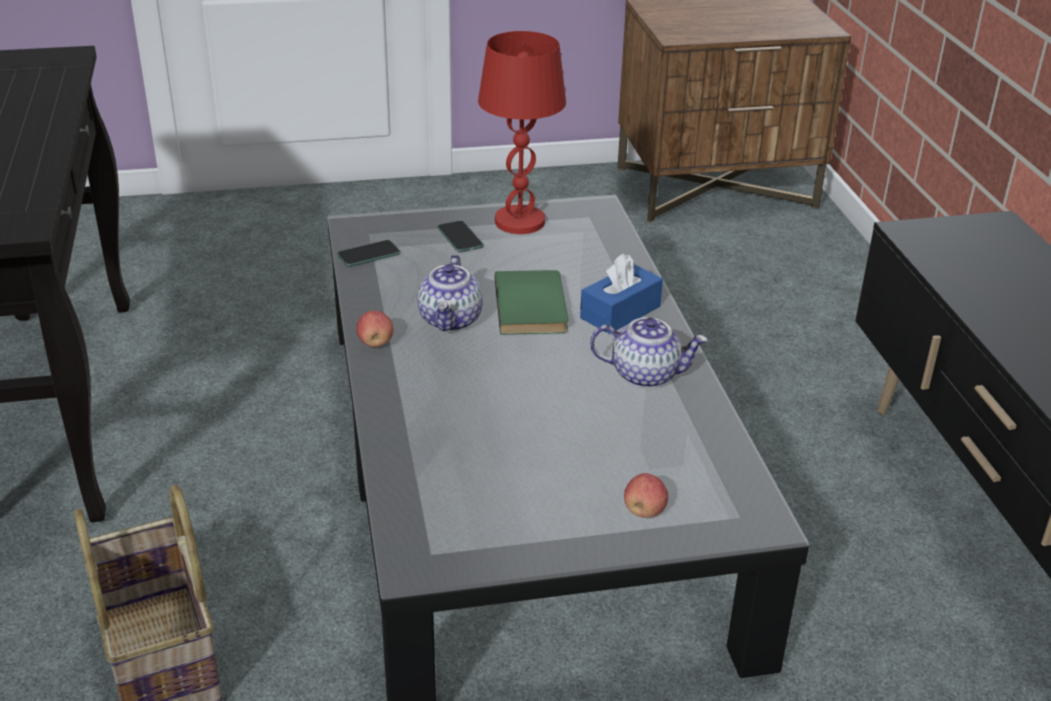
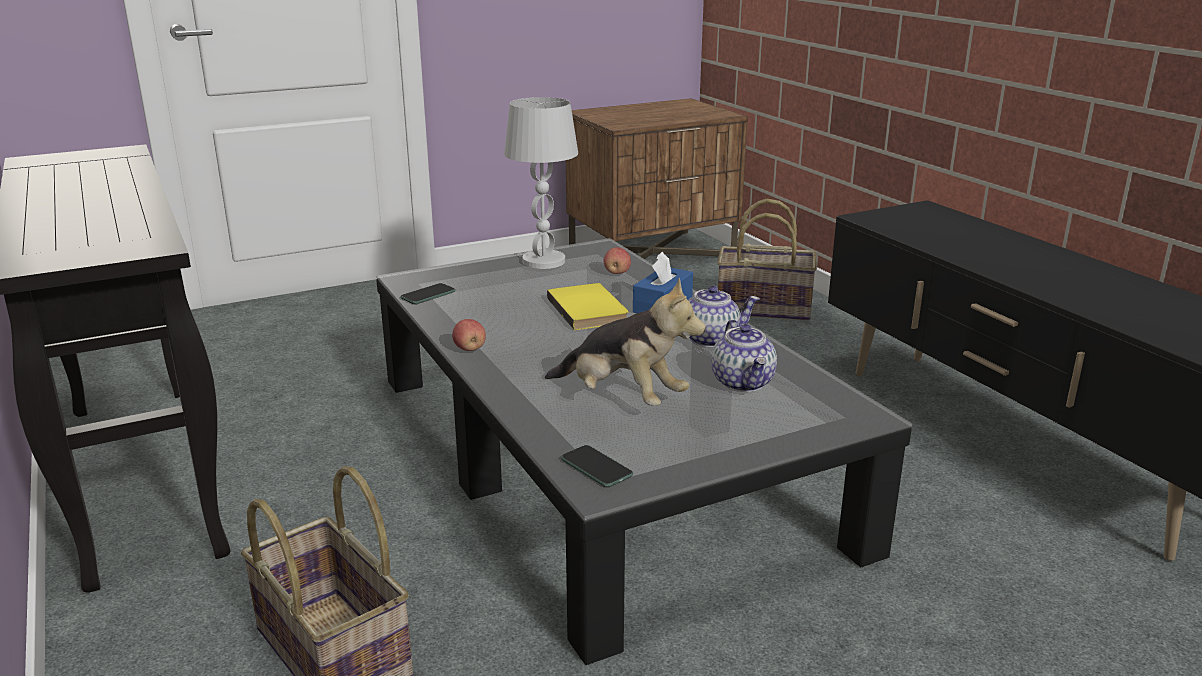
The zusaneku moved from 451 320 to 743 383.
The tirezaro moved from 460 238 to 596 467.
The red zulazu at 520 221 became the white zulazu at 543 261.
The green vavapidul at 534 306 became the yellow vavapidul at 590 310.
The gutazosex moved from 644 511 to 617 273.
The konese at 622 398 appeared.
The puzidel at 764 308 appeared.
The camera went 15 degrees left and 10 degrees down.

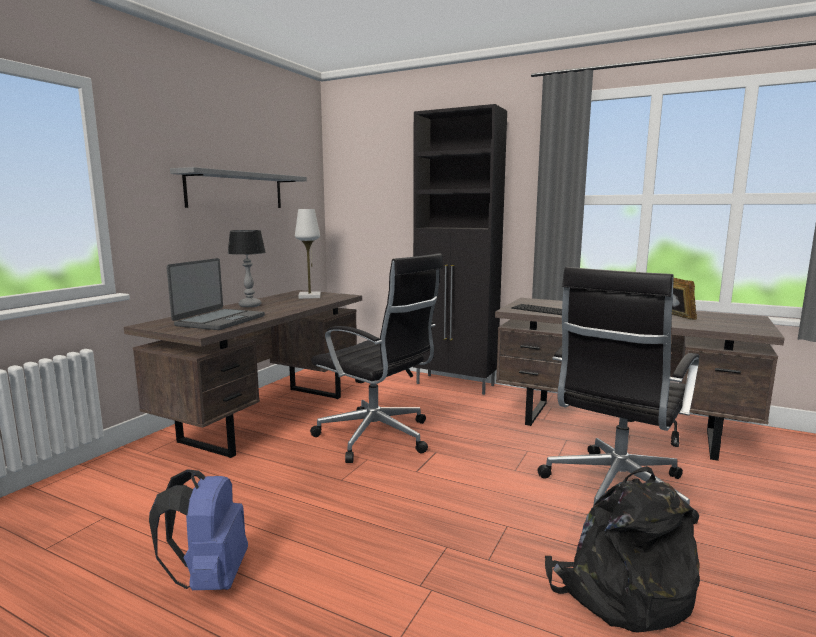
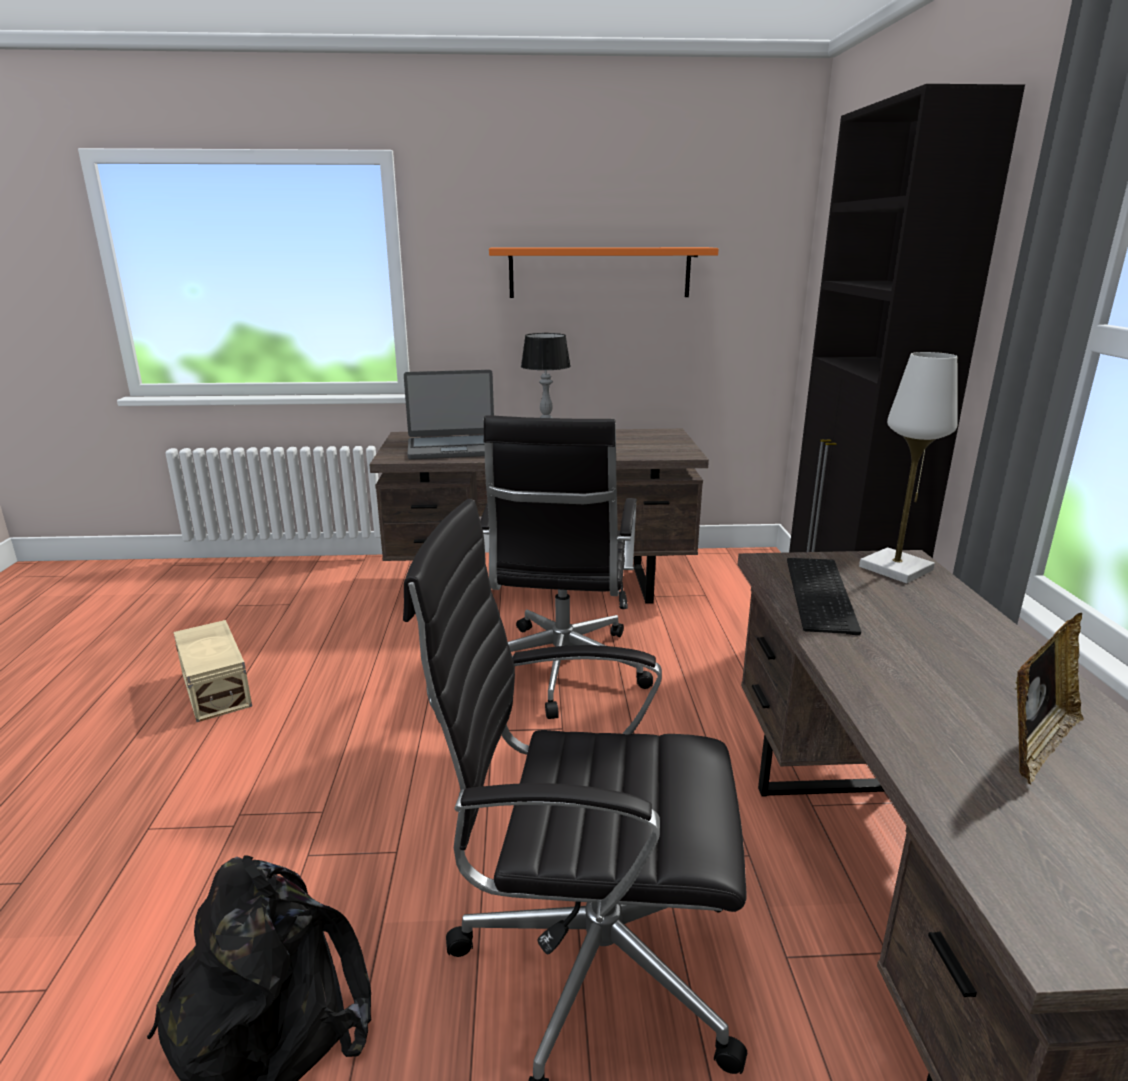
The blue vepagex at 209 578 was replaced by the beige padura at 217 688.
The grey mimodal at 236 190 became the orange mimodal at 600 272.
The white zulazu moved from 310 296 to 896 568.
The camera went 60 degrees right and 10 degrees up.

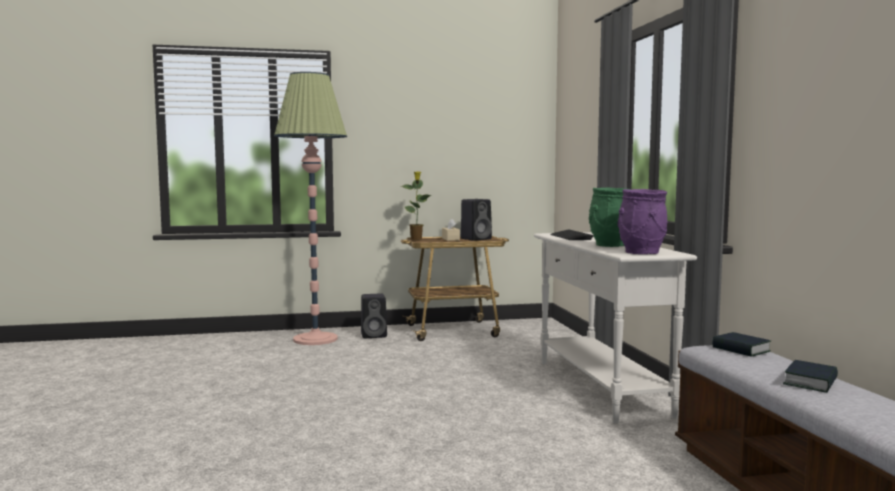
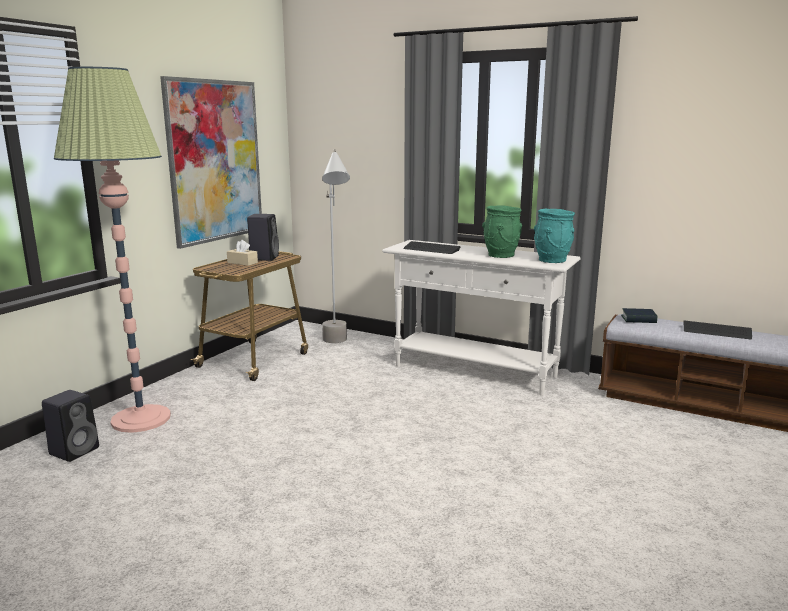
The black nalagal moved from 375 335 to 75 450.
The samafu at 416 239 disappeared.
The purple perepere at 641 252 became the turquoise perepere at 551 260.
The vavapidul at 810 382 was replaced by the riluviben at 716 331.
The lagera at 215 161 appeared.
The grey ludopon at 337 346 appeared.
The camera went 50 degrees left and 10 degrees up.

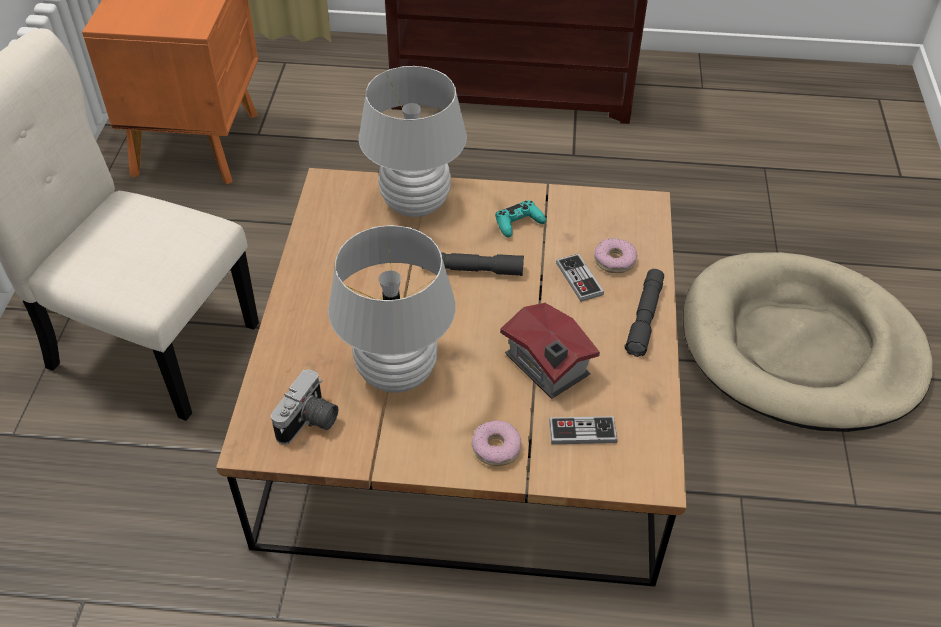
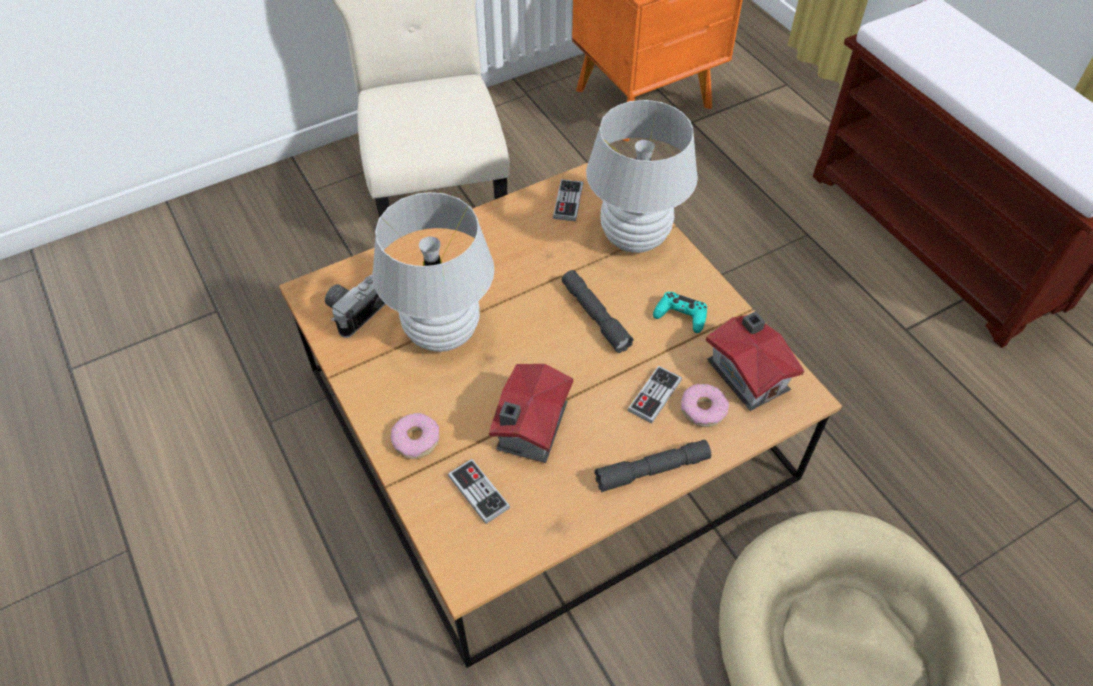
The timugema at 309 423 turned 135 degrees clockwise.
The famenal at 568 201 appeared.
The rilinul at 748 373 appeared.
The camera went 55 degrees right and 5 degrees up.

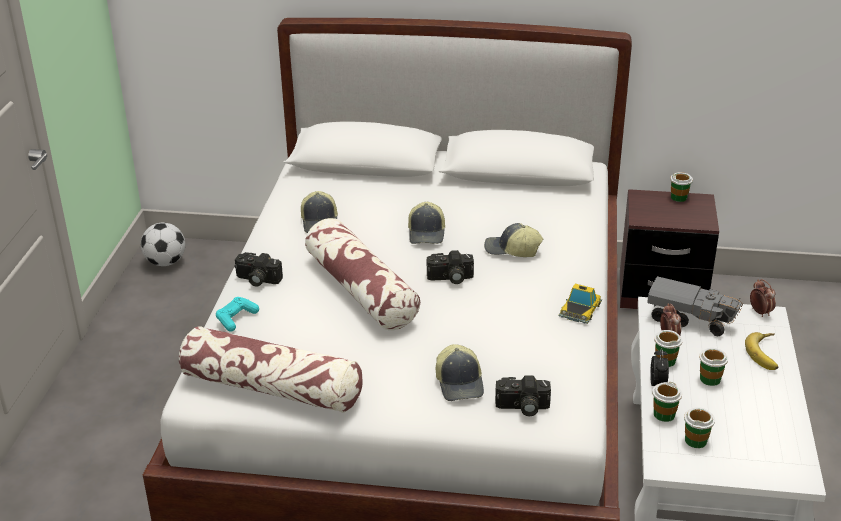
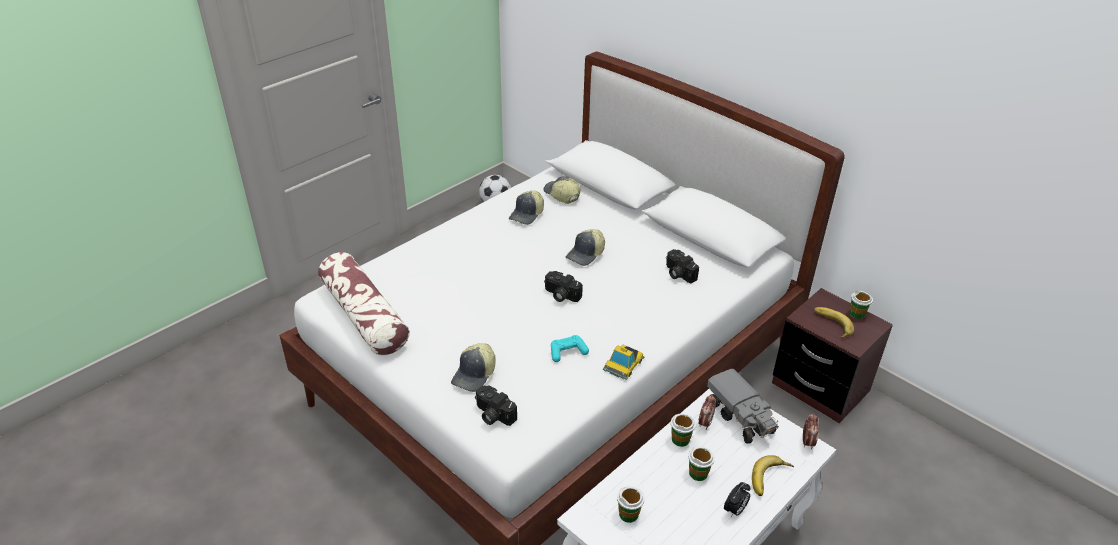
The turquoise famenal moved from 236 318 to 567 352.
The timugema moved from 257 280 to 678 274.
The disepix at 360 290 disappeared.
The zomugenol moved from 512 250 to 561 195.
The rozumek at 580 309 turned 150 degrees clockwise.
The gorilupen moved from 657 384 to 735 510.
The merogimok at 664 414 disappeared.
The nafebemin at 831 325 appeared.
The camera went 35 degrees right and 5 degrees up.

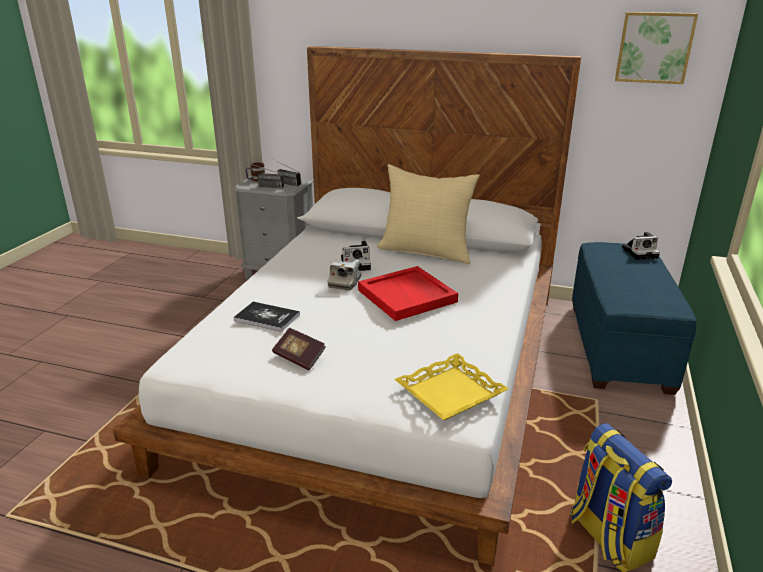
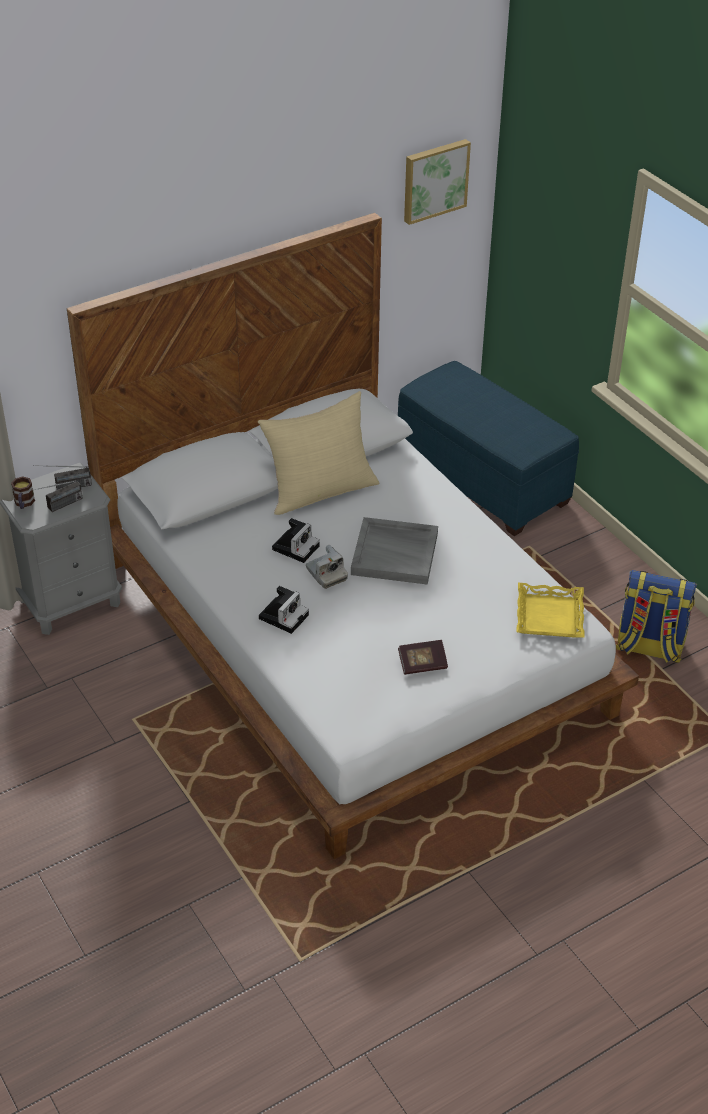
The vavapidul at 267 317 disappeared.
The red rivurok at 408 296 became the grey rivurok at 395 553.
The timugema moved from 640 252 to 284 615.
The camera went 50 degrees left and 15 degrees up.

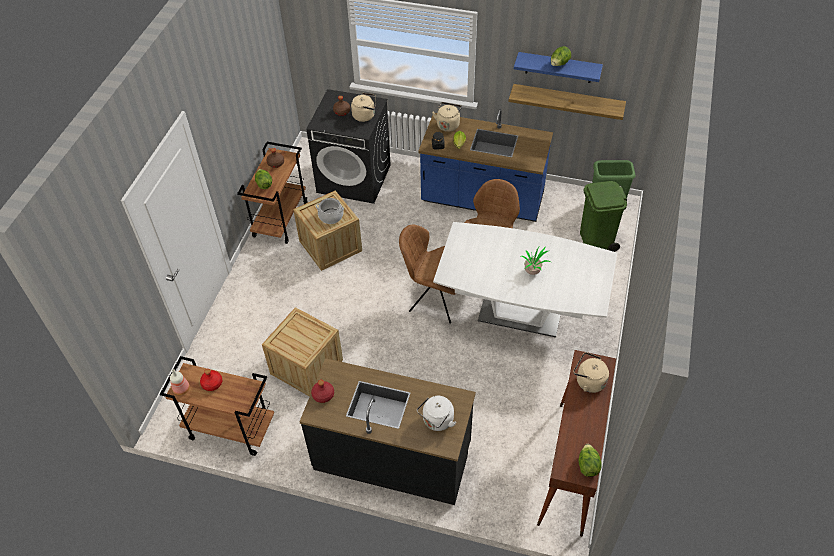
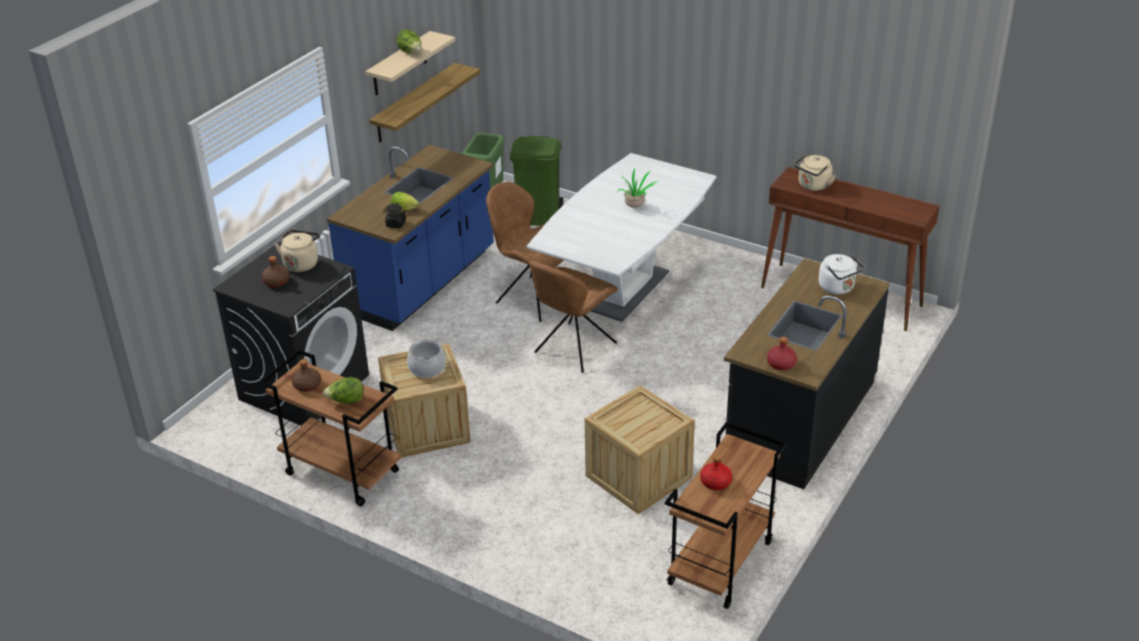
The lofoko at 181 388 disappeared.
The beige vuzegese at 448 124 disappeared.
The blue mimodal at 558 67 became the beige mimodal at 399 64.
The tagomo at 587 465 disappeared.
The camera went 75 degrees left and 15 degrees down.

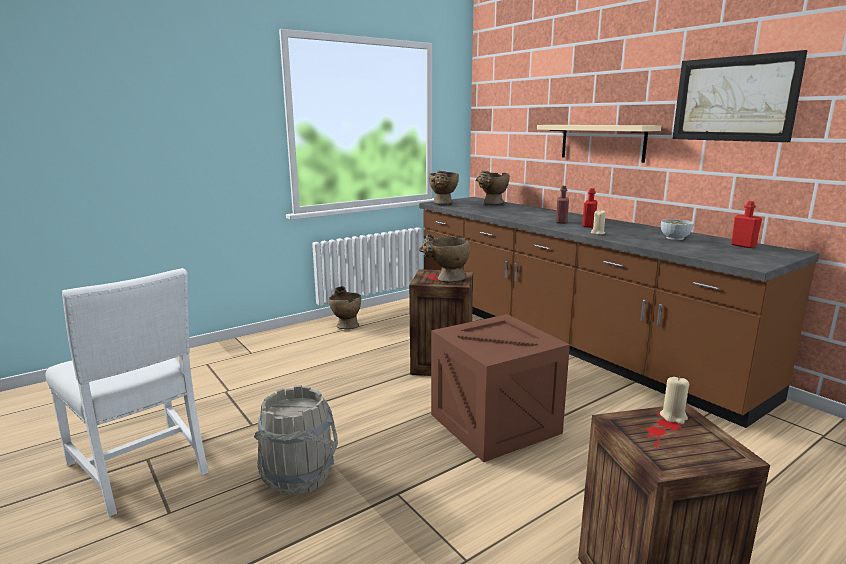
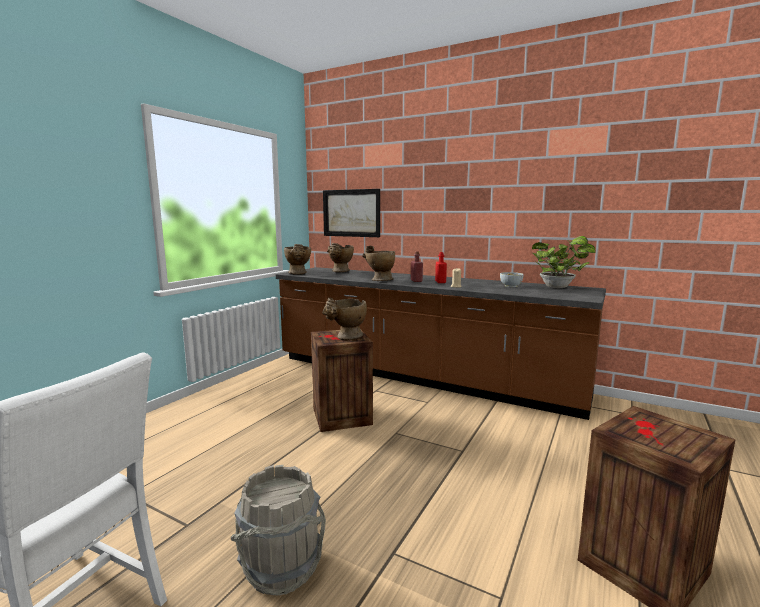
The beige perepere moved from 345 325 to 378 280.
The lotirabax at 494 423 disappeared.
The beige mimodal at 602 142 disappeared.
The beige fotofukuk at 673 417 disappeared.
The lagera moved from 734 99 to 351 213.
The red lofoko at 743 246 was replaced by the samafu at 559 287.
The camera went 25 degrees left and 5 degrees down.

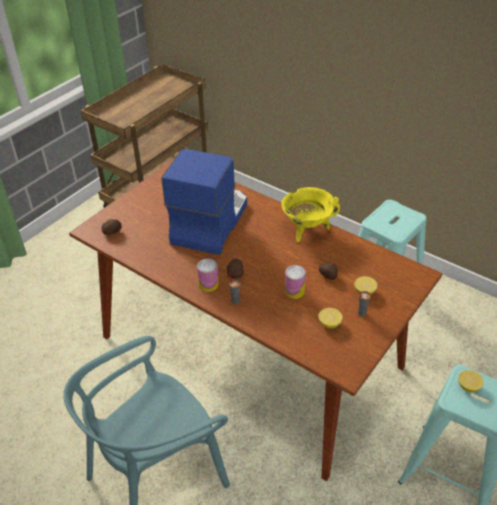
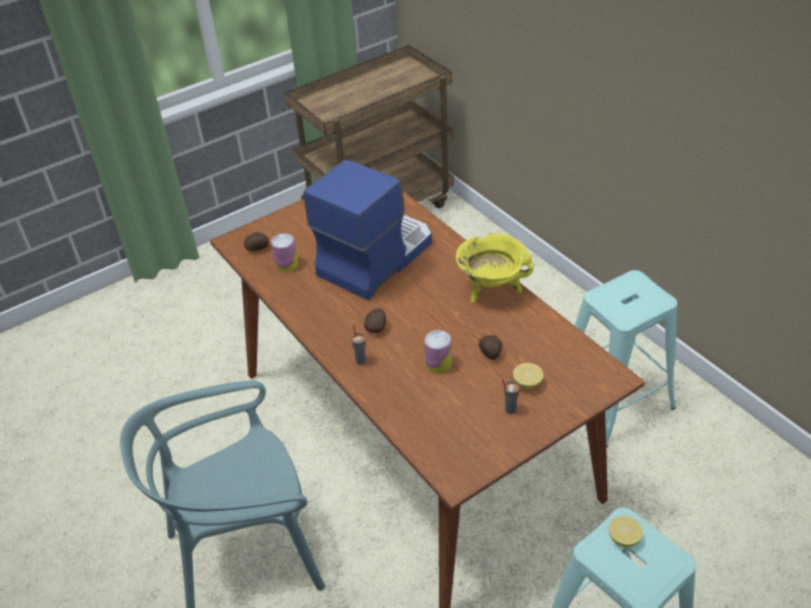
The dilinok moved from 208 284 to 286 264.
The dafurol at 329 324 disappeared.
The camera went 20 degrees right and 0 degrees up.

